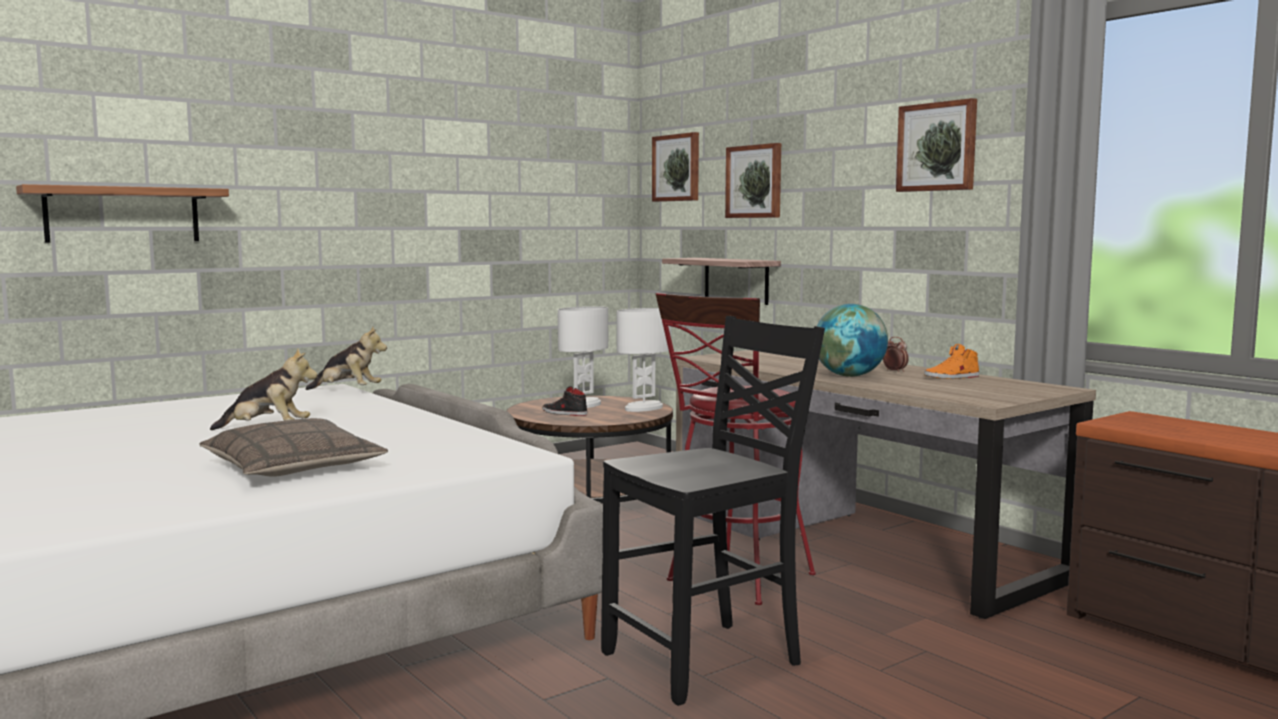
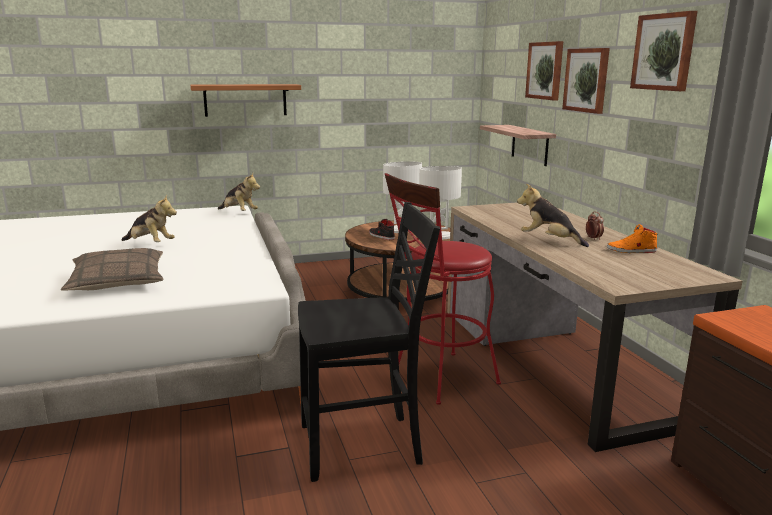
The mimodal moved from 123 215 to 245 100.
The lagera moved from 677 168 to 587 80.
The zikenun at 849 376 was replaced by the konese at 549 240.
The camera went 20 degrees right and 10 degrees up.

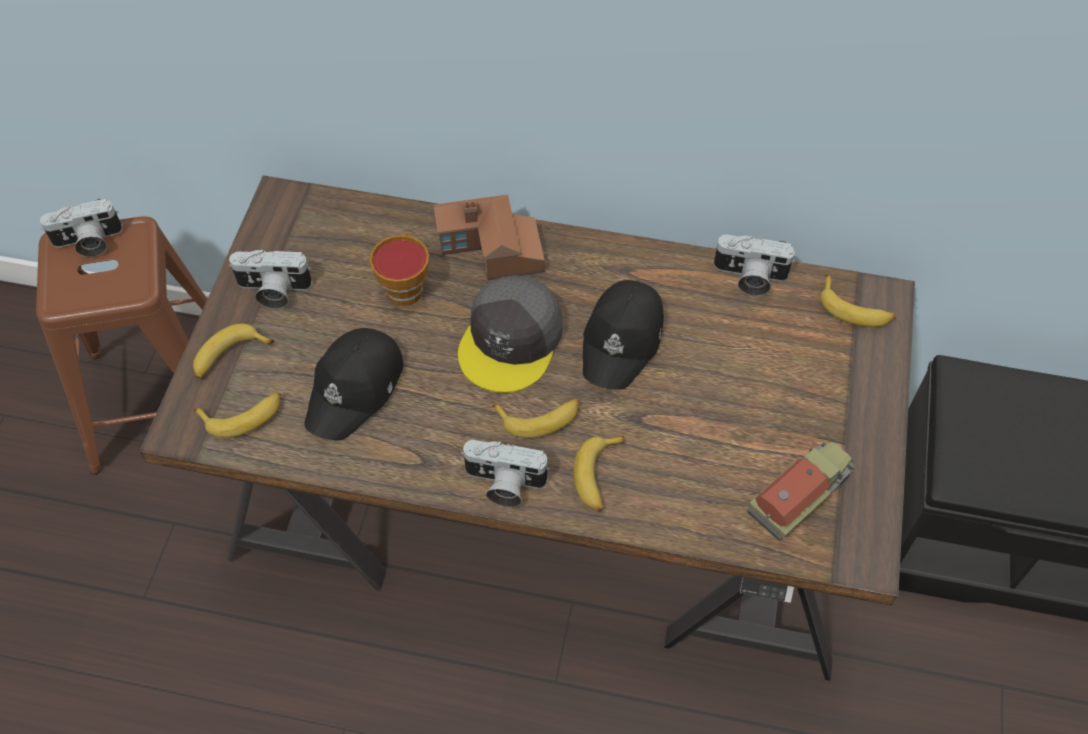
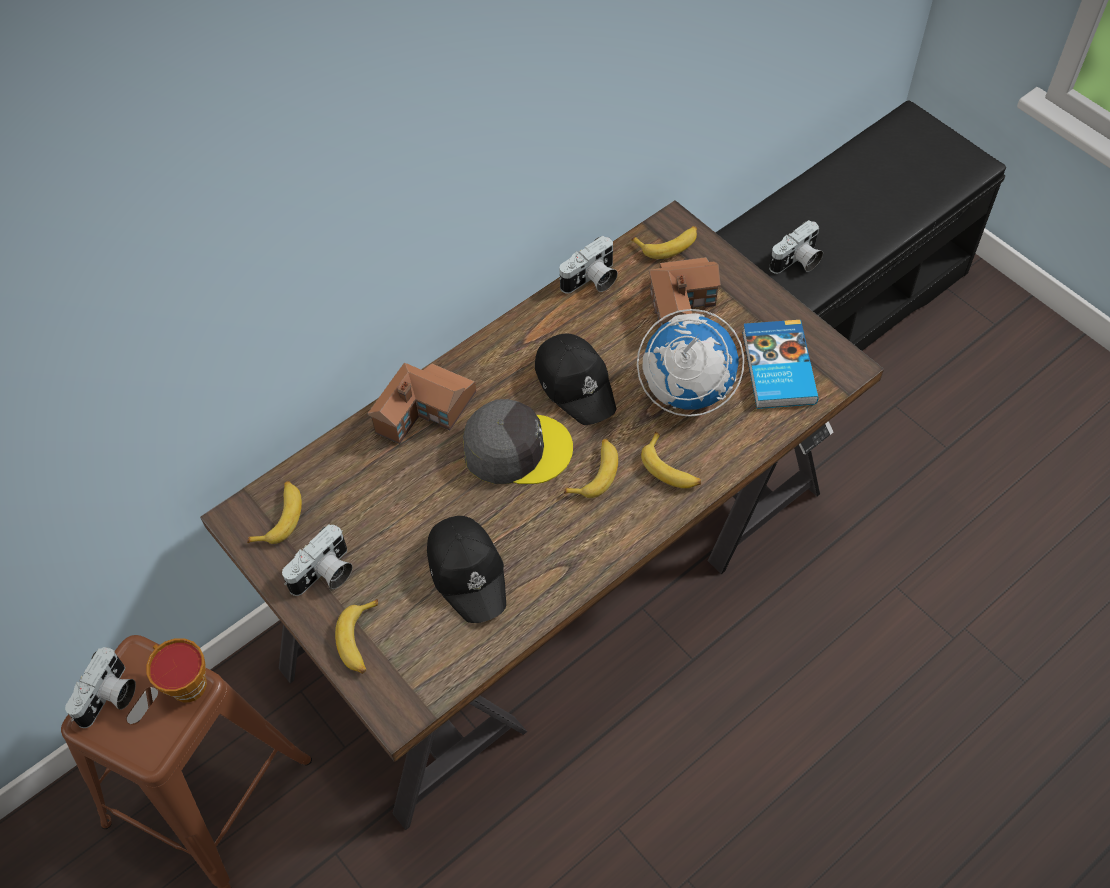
The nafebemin moved from 243 416 to 280 517.
The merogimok moved from 404 286 to 185 683.
The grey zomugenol at 511 340 turned 60 degrees counterclockwise.
The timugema moved from 503 484 to 797 262.
The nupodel at 800 495 was replaced by the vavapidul at 776 368.
The zikenun at 686 391 appeared.
The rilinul at 682 303 appeared.
The camera went 50 degrees left and 0 degrees up.

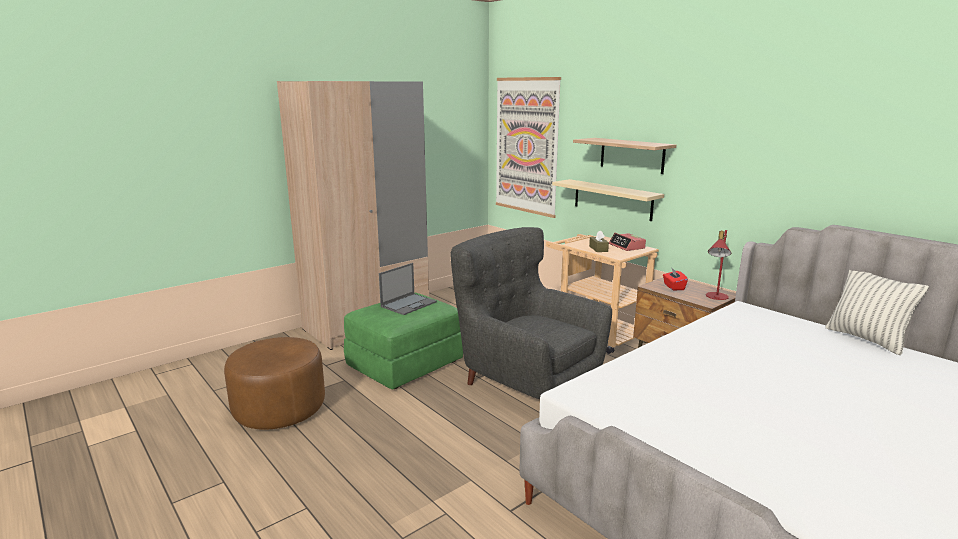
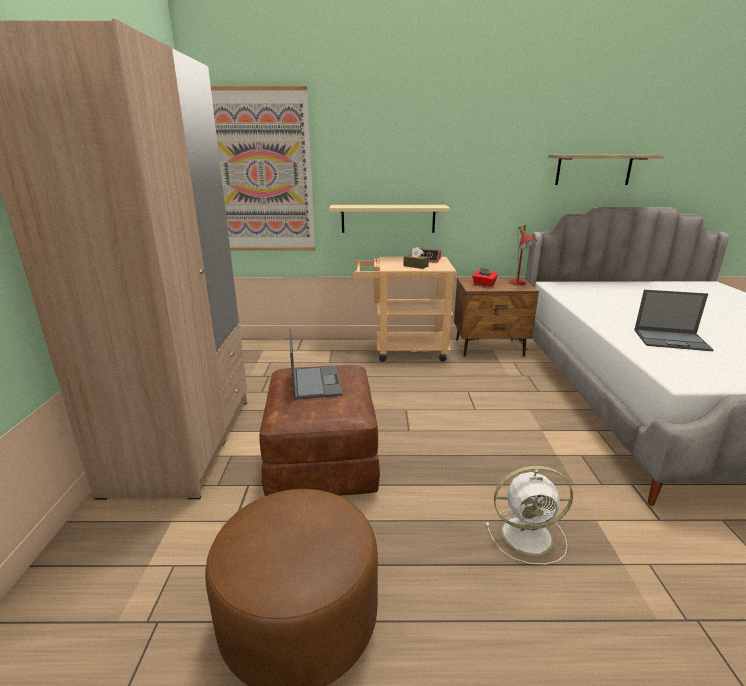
The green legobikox at 405 363 became the brown legobikox at 321 459.
The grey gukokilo at 527 382 disappeared.
The mimodal moved from 632 155 to 593 169.
The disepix at 866 339 disappeared.
The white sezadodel at 529 535 appeared.
The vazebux at 672 340 appeared.
The camera went 50 degrees left and 5 degrees up.

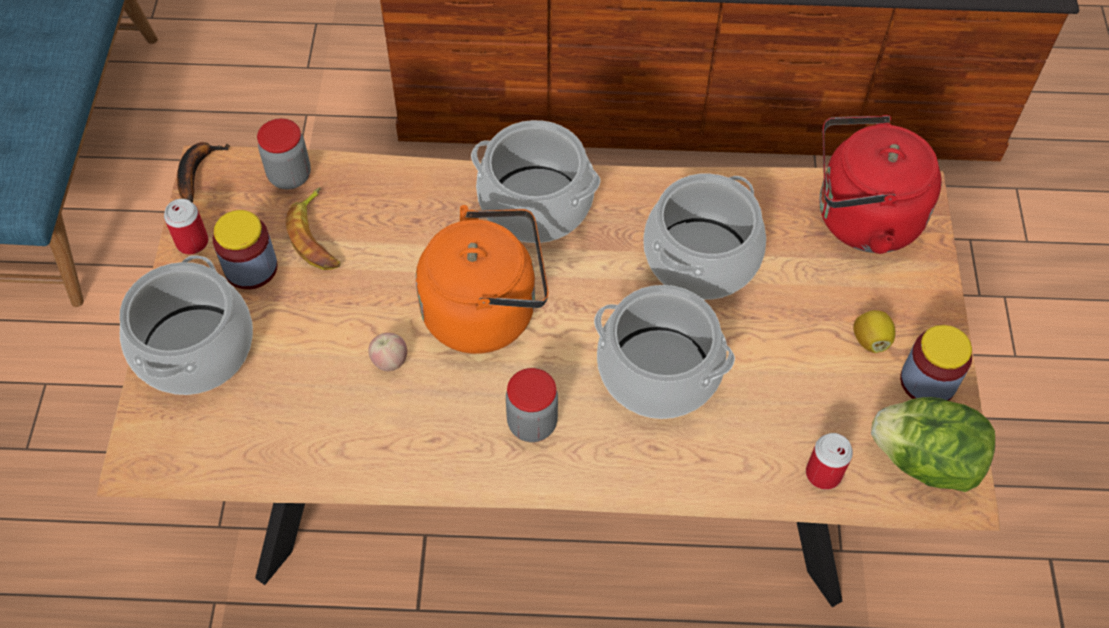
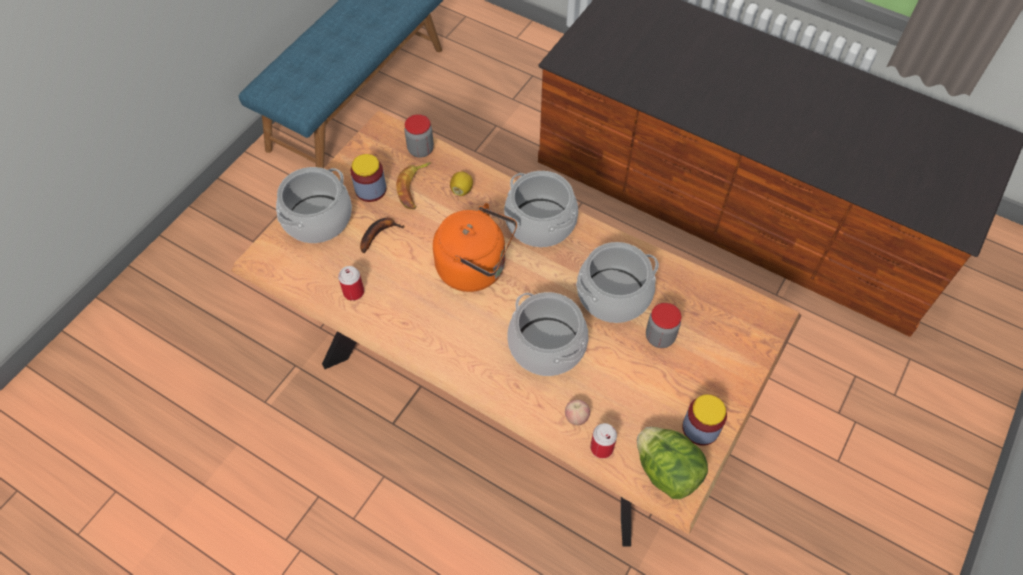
The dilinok moved from 192 242 to 353 292.
The nafebemin moved from 196 171 to 379 234.
The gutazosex moved from 390 361 to 576 417.
The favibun moved from 532 423 to 660 337.
The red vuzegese at 860 219 disappeared.
The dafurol moved from 870 340 to 461 190.
The camera went 30 degrees right and 0 degrees up.

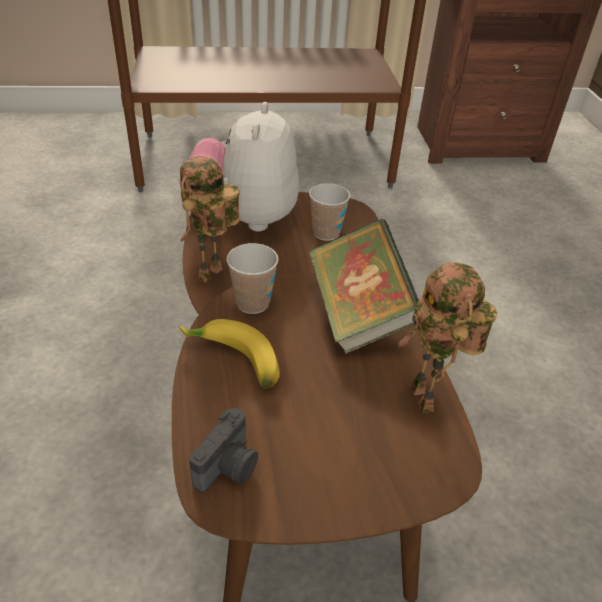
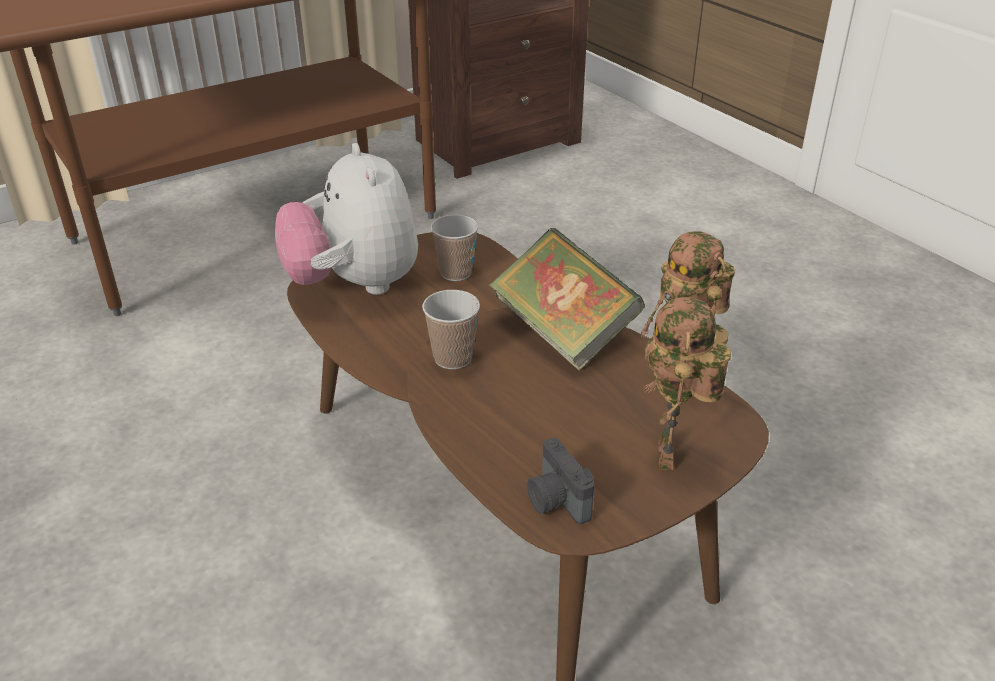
The nafebemin at 232 362 disappeared.
The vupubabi moved from 211 276 to 670 458.
The timugema at 229 468 turned 150 degrees clockwise.
The camera went 25 degrees left and 5 degrees down.

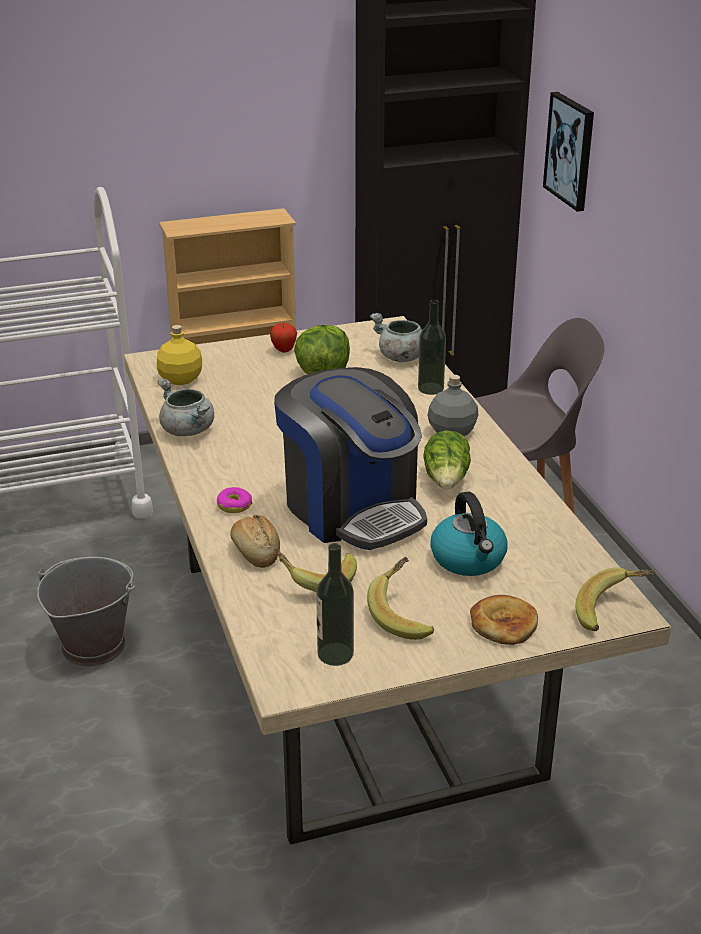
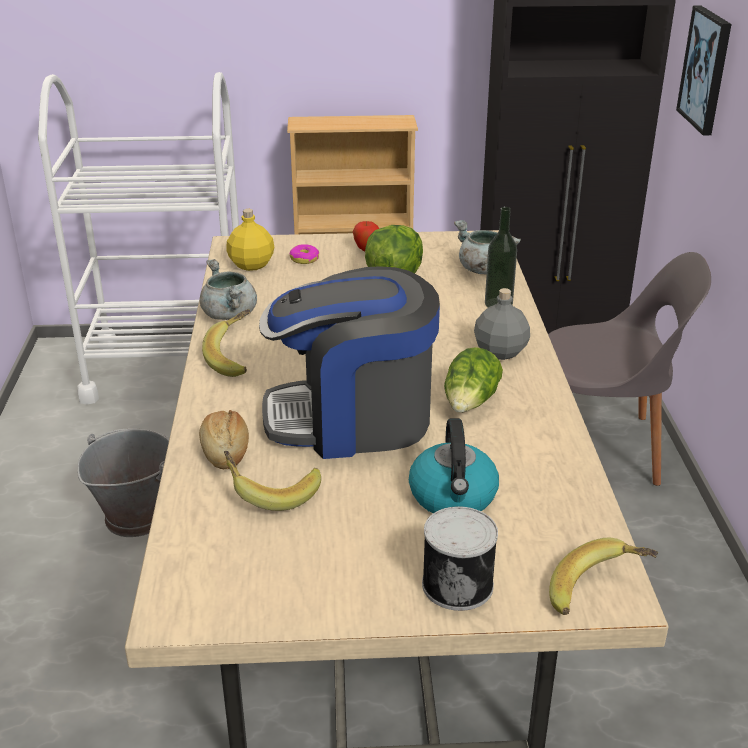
The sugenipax moved from 234 505 to 304 259.
The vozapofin at 352 509 turned 105 degrees clockwise.
The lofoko at 335 654 disappeared.
The nafebemin moved from 405 615 to 236 358.
The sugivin at 503 623 was replaced by the dilinok at 458 583.
The camera went 15 degrees right and 0 degrees up.

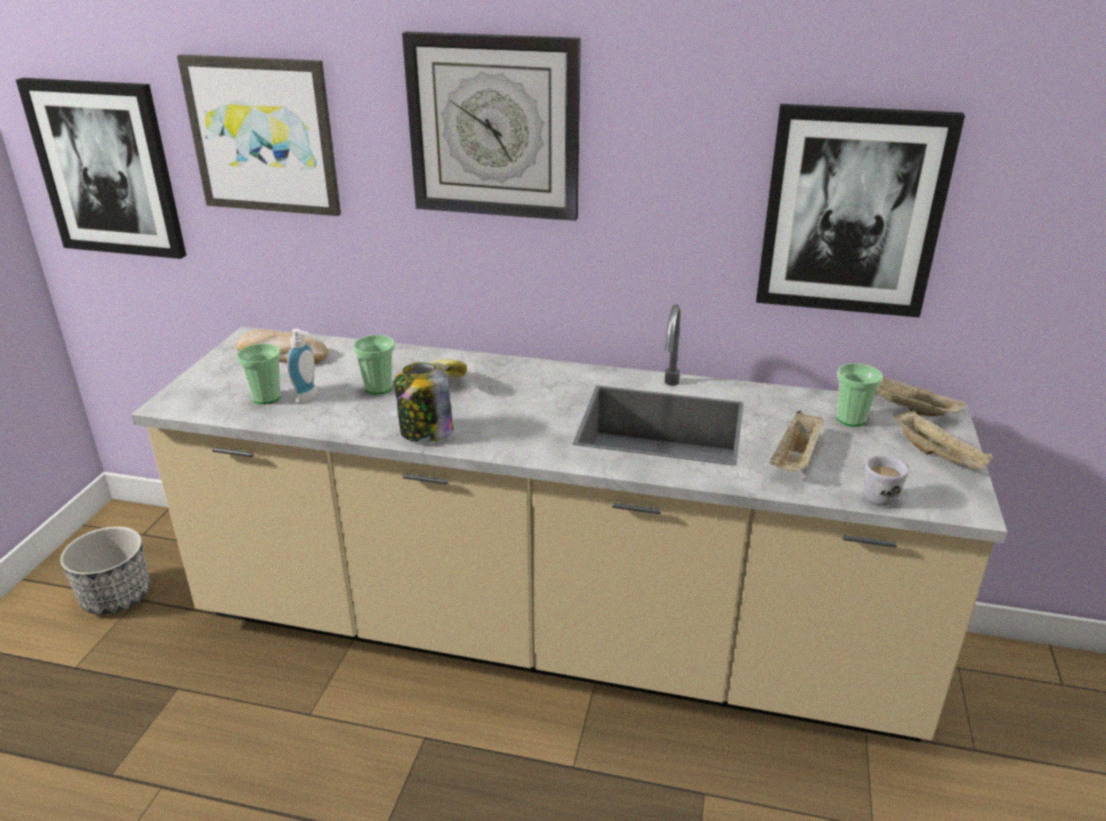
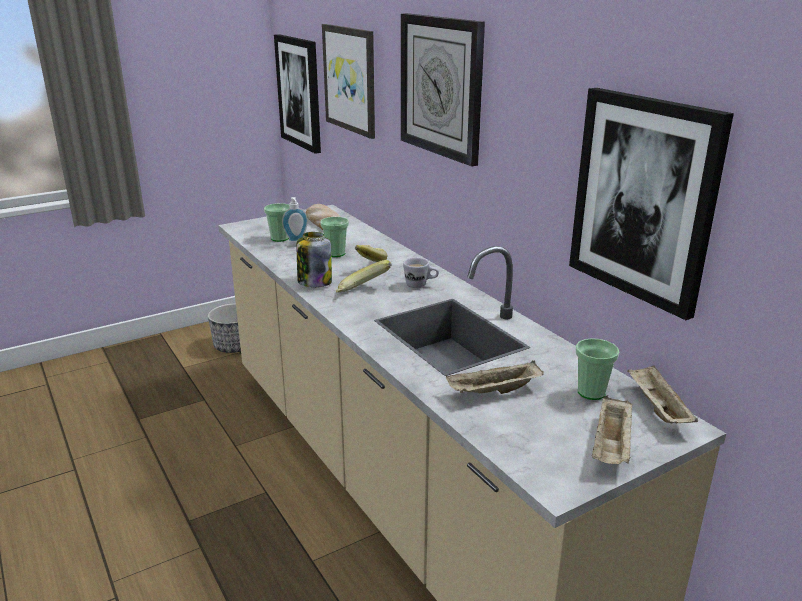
The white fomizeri moved from 884 495 to 420 285.
The nafebemin at 362 292 appeared.
The camera went 45 degrees right and 5 degrees down.

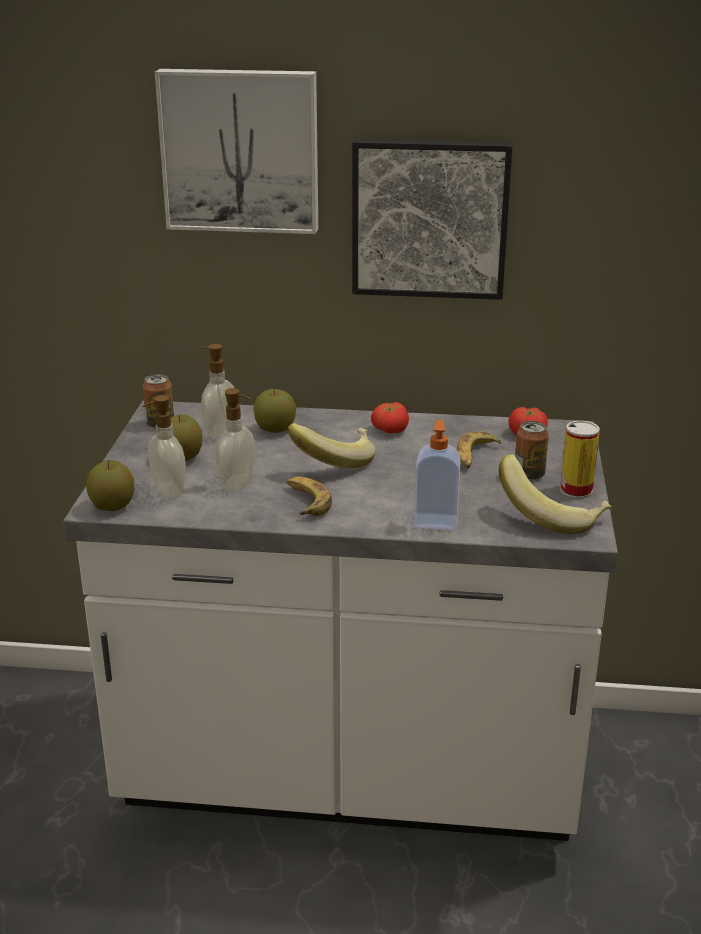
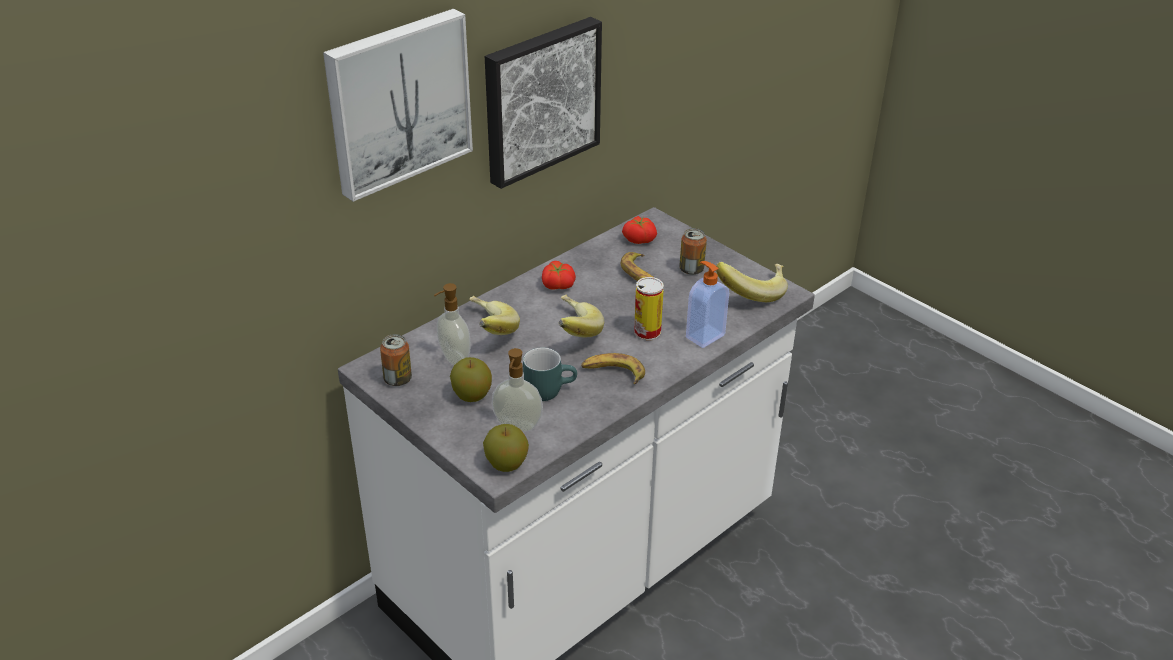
The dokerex at 238 483 was replaced by the turquoise fomizeri at 548 389.
The gutazosex at 275 430 was replaced by the nafebemin at 487 332.
The dilinok moved from 576 490 to 647 332.
The camera went 50 degrees left and 10 degrees up.

